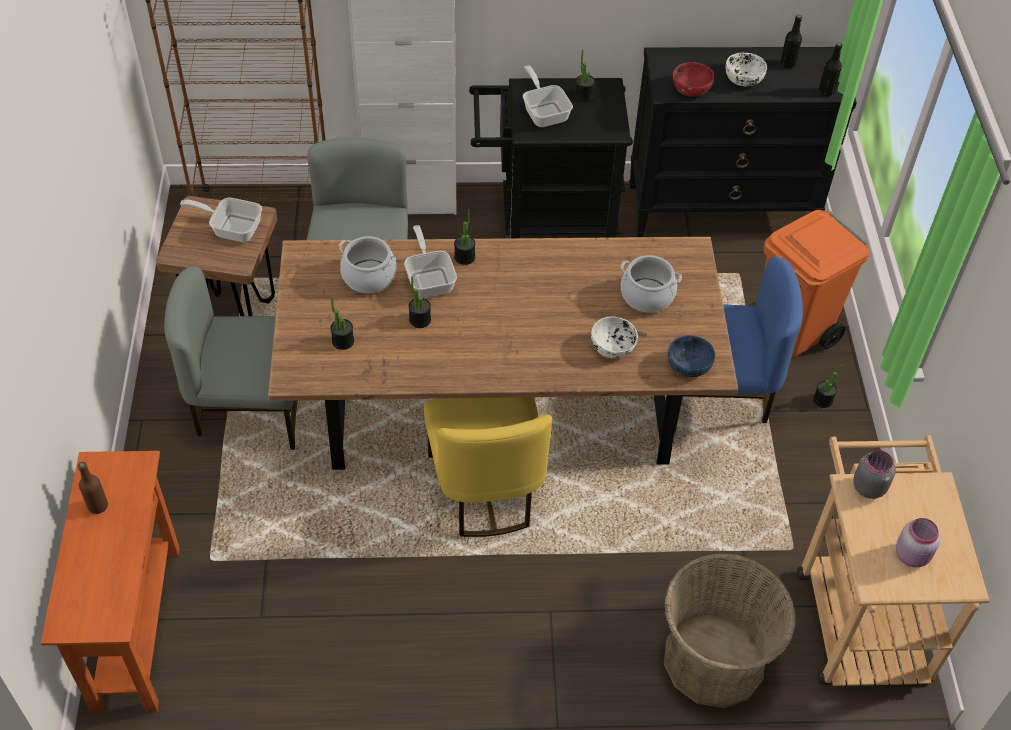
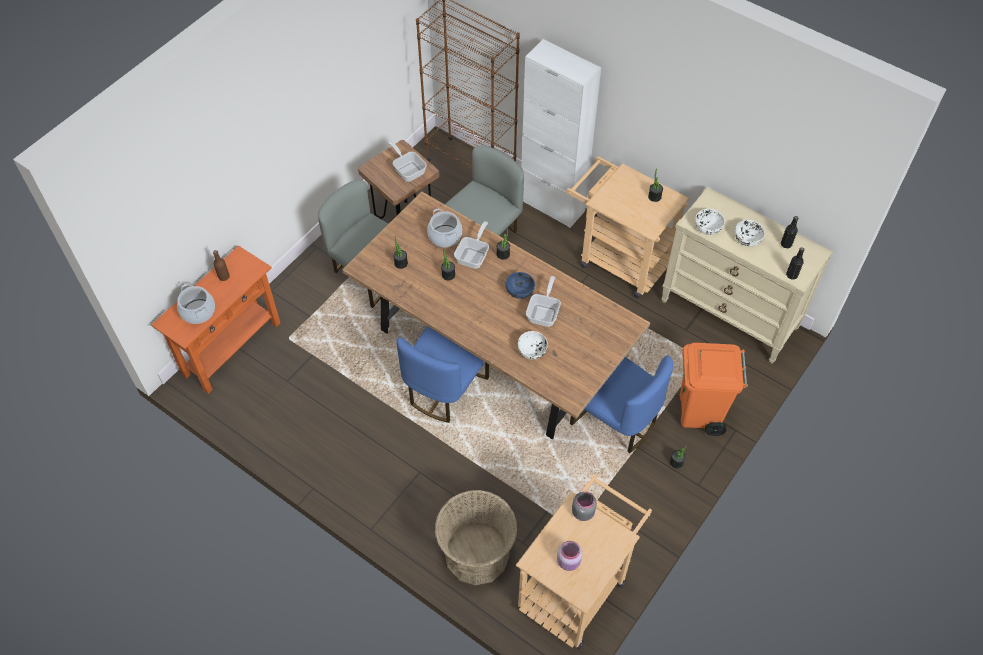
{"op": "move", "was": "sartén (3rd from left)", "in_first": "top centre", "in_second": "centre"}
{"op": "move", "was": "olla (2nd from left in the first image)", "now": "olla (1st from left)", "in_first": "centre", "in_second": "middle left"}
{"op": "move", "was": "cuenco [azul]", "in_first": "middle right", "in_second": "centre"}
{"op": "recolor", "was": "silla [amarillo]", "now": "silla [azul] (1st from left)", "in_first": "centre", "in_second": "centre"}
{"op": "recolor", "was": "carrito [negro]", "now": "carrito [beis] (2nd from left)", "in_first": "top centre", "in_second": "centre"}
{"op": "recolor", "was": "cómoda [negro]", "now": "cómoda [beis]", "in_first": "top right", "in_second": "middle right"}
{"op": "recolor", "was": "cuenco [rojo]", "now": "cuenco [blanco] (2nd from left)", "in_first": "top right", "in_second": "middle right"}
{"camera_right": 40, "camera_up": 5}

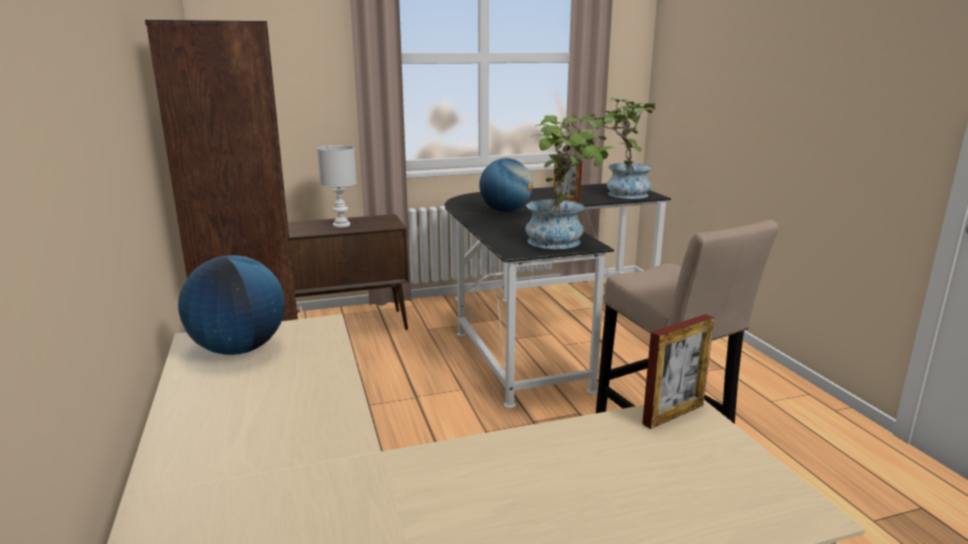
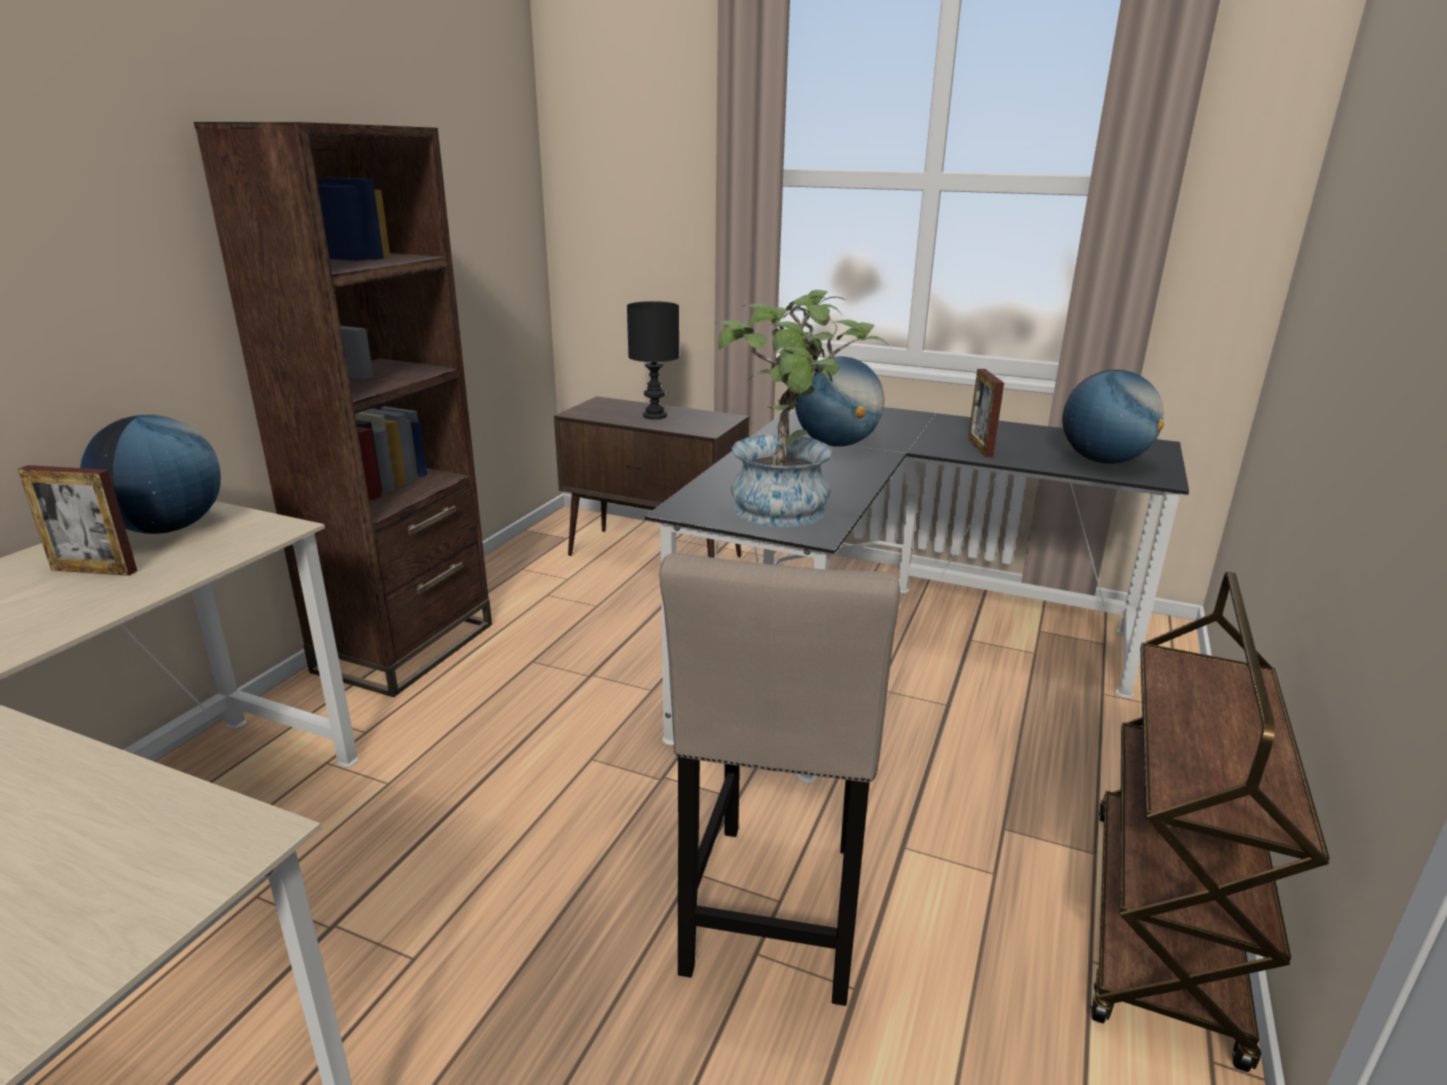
{"op": "insert", "now": "carrito [marrón]", "in_second": "bottom right"}
{"op": "move", "was": "portarretratos (2nd from left in the first image)", "now": "portarretratos (1st from left)", "in_first": "bottom right", "in_second": "middle left"}
{"op": "replace", "was": "planta en maceta (2nd from left)", "now": "globo terráqueo (3rd from left)", "in_first": "top centre", "in_second": "middle right"}
{"op": "recolor", "was": "lámpara de mesa [blanco]", "now": "lámpara de mesa [negro]", "in_first": "centre", "in_second": "top centre"}
{"camera_right": 40, "camera_up": 5}

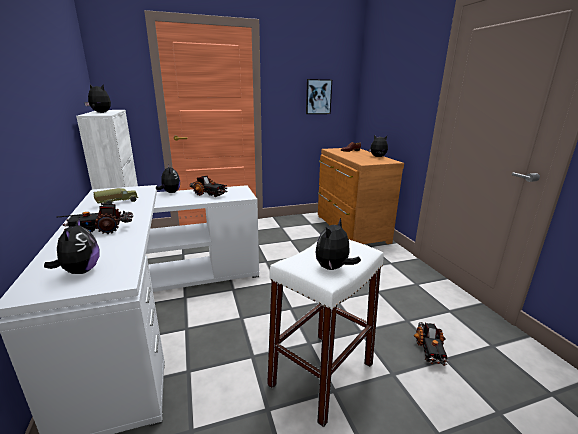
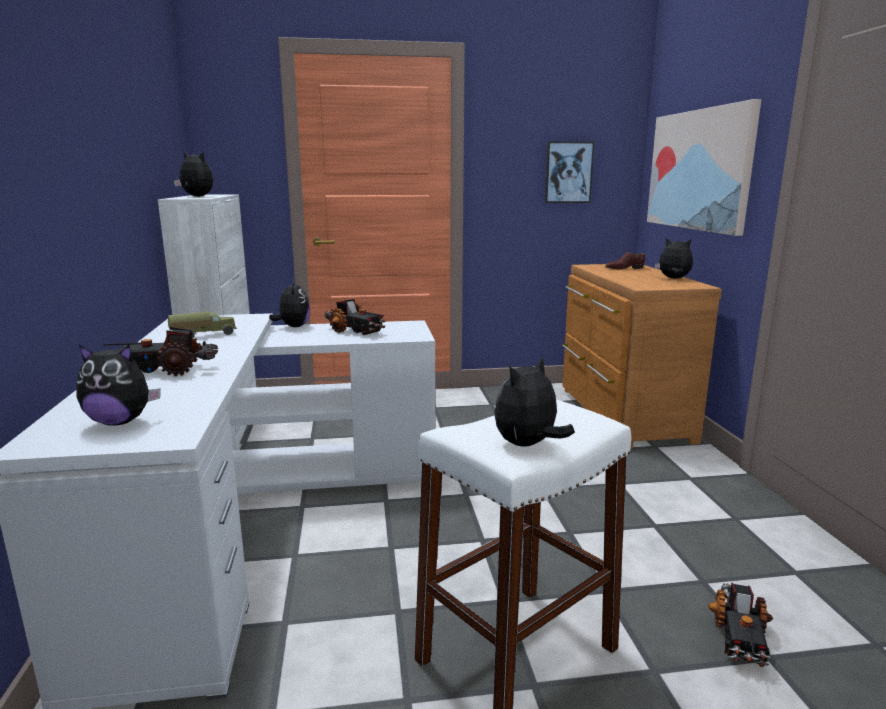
{"op": "insert", "now": "cuadro (2nd from left)", "in_second": "top right"}
{"op": "rotate", "was": "peluche (1st from left)", "in_first": "middle left", "in_second": "middle left", "clockwise": 90}
{"camera_right": 10, "camera_up": -5}

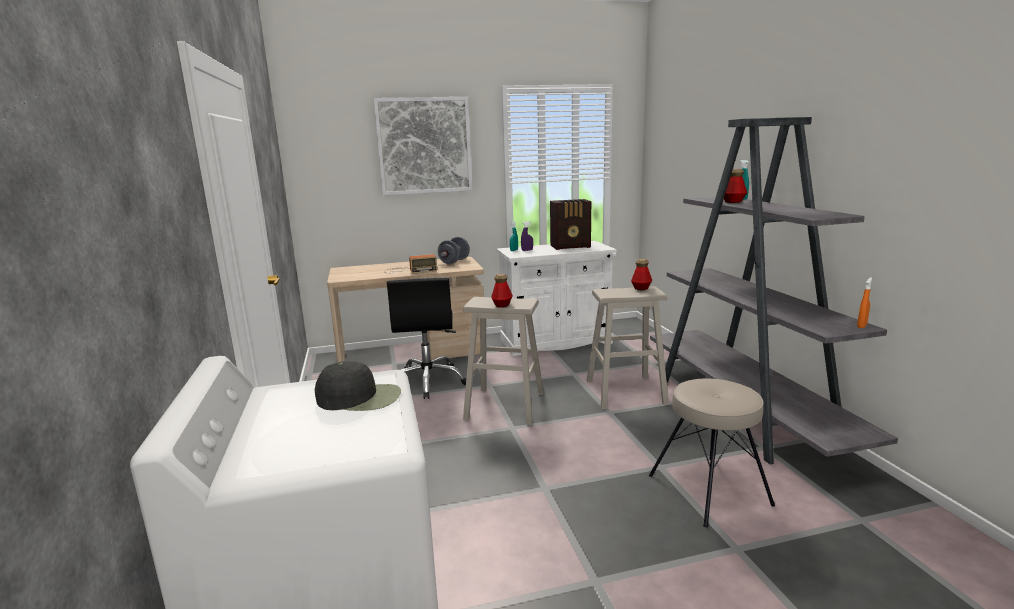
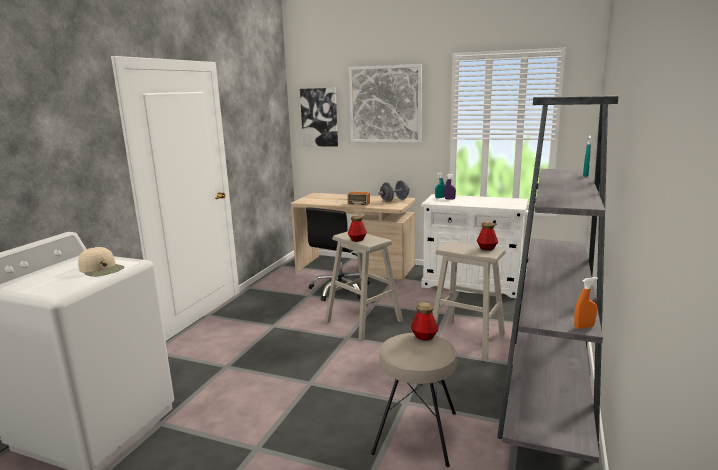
{"op": "delete", "was": "radio (2nd from left)", "in_first": "centre"}
{"op": "insert", "now": "cuadro (1st from left)", "in_second": "top centre"}
{"op": "move", "was": "botella (3rd from left in the first image)", "now": "botella (2nd from left)", "in_first": "top right", "in_second": "bottom centre"}
{"op": "recolor", "was": "gorra [negro]", "now": "gorra [beis]", "in_first": "centre", "in_second": "middle left"}
{"camera_right": 35, "camera_up": 0}

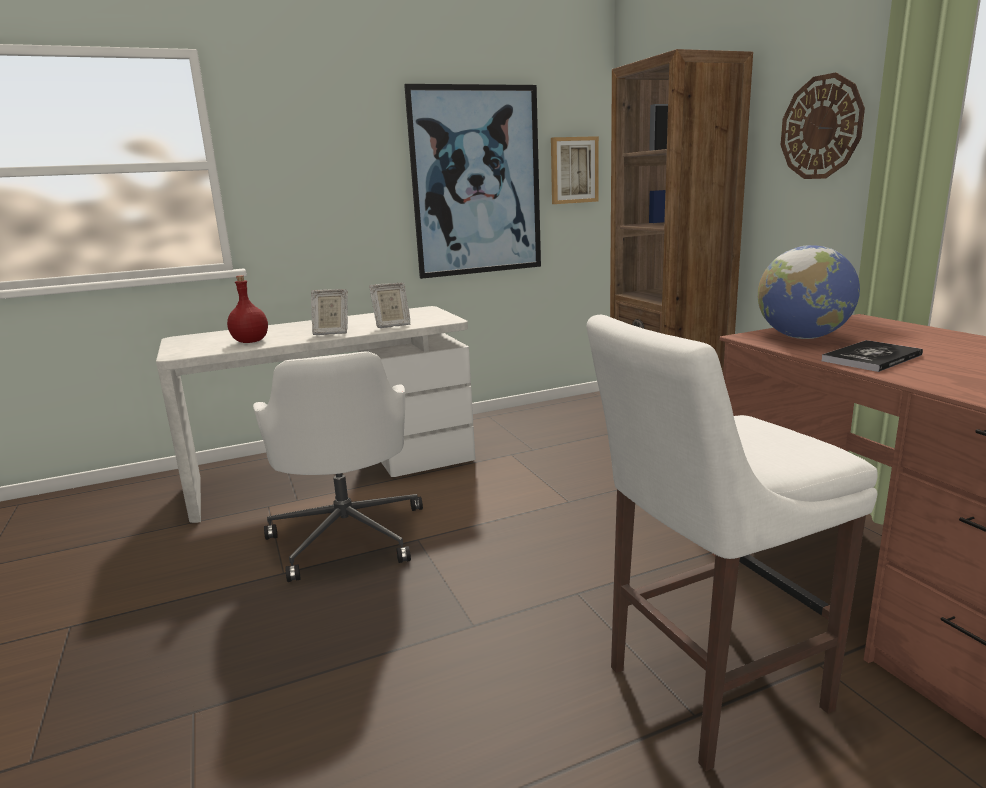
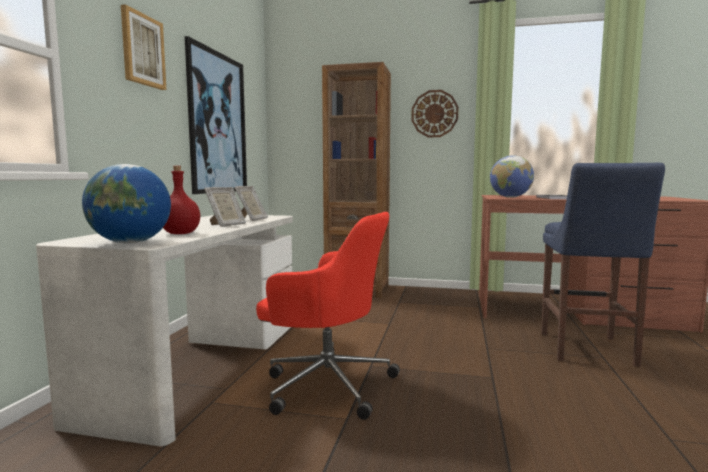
{"op": "insert", "now": "globo terráqueo (1st from left)", "in_second": "middle left"}
{"op": "move", "was": "cuadro (2nd from left in the first image)", "now": "cuadro (1st from left)", "in_first": "top centre", "in_second": "top left"}
{"op": "recolor", "was": "silla de oficina [blanco]", "now": "silla de oficina [rojo]", "in_first": "centre", "in_second": "bottom centre"}
{"op": "recolor", "was": "taburete [blanco]", "now": "taburete [azul]", "in_first": "bottom right", "in_second": "middle right"}
{"camera_right": -55, "camera_up": -10}

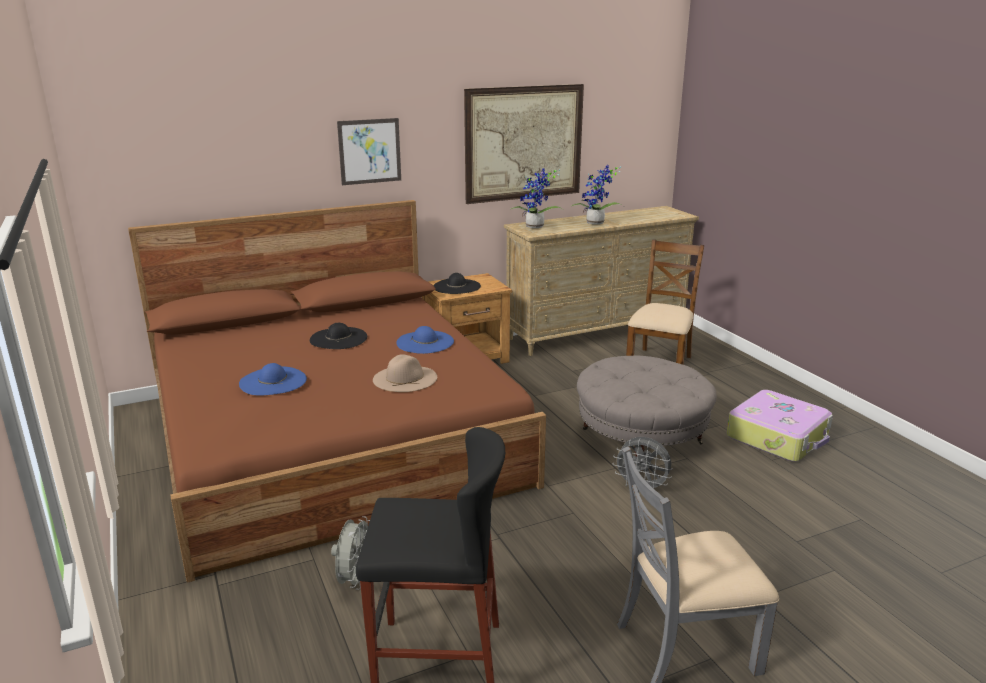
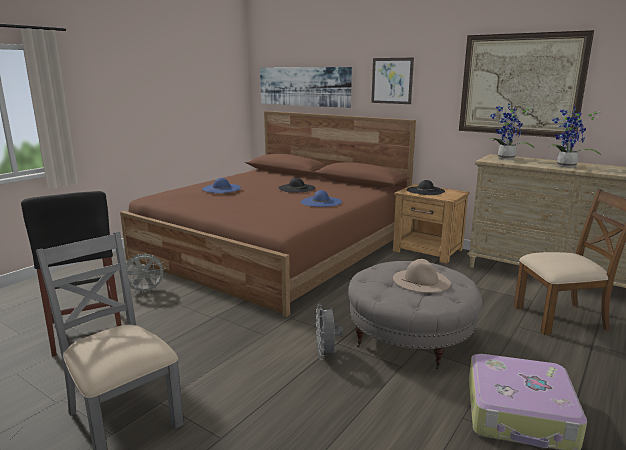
{"op": "insert", "now": "cuadro (1st from left)", "in_second": "top centre"}
{"op": "move", "was": "sombrero [beis]", "in_first": "centre", "in_second": "middle right"}
{"camera_right": 60, "camera_up": -5}

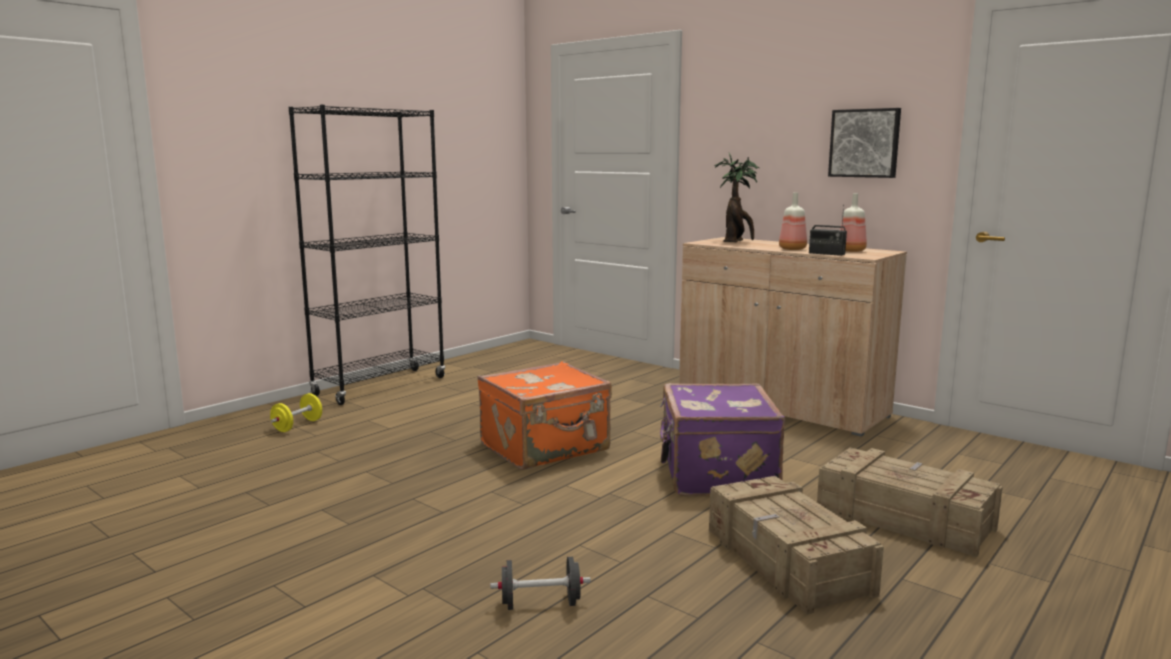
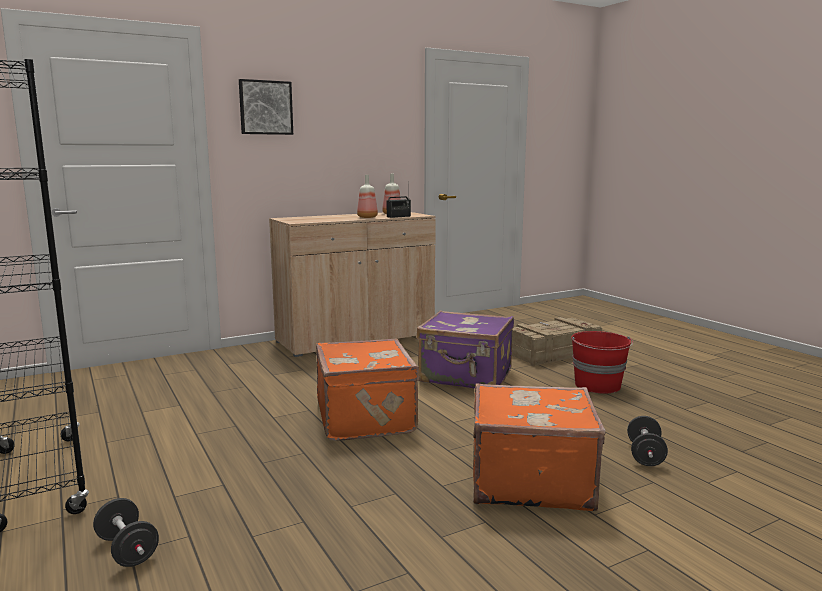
{"op": "delete", "was": "planta en maceta", "in_first": "top centre"}
{"op": "insert", "now": "maleta [naranja] (2nd from left)", "in_second": "bottom centre"}
{"op": "move", "was": "cuadro", "in_first": "top right", "in_second": "top left"}
{"op": "replace", "was": "caja de embalaje (1st from left)", "now": "cubo [rojo]", "in_first": "bottom right", "in_second": "middle right"}
{"op": "recolor", "was": "mancuerna [amarillo]", "now": "mancuerna [negro] (1st from left)", "in_first": "middle left", "in_second": "bottom left"}
{"camera_right": -70, "camera_up": 0}

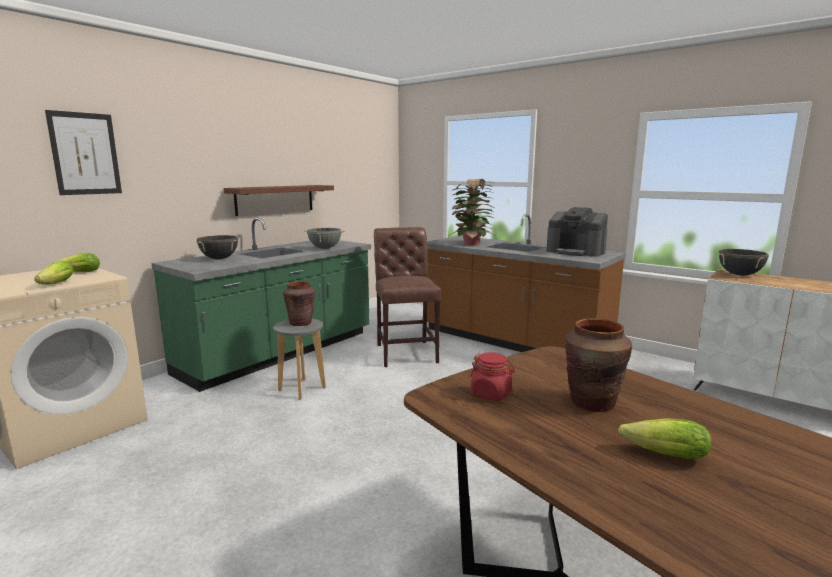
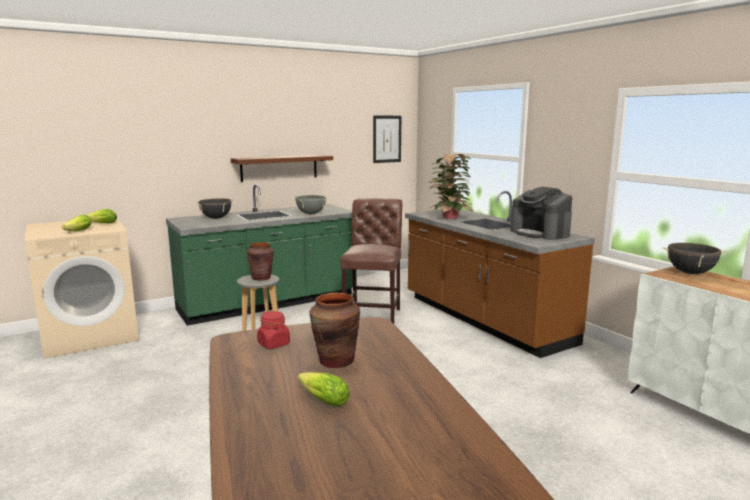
{"op": "move", "was": "cuadro", "in_first": "top left", "in_second": "top centre"}
{"camera_right": 20, "camera_up": 0}

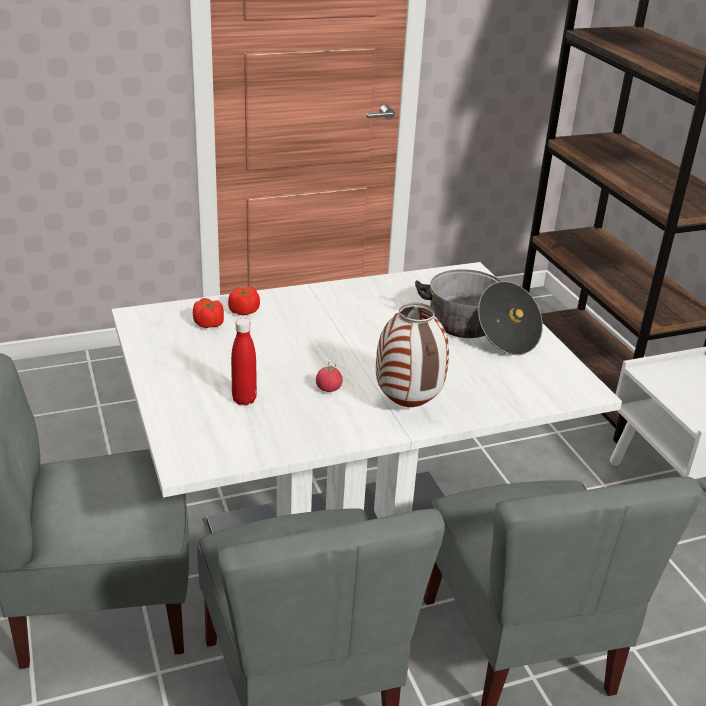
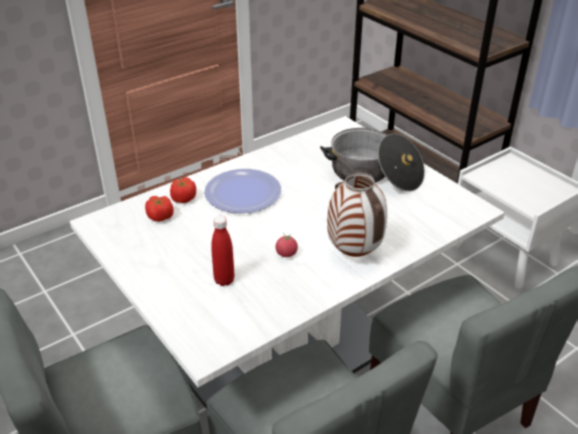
{"op": "insert", "now": "plato", "in_second": "centre"}
{"camera_right": -15, "camera_up": 5}

